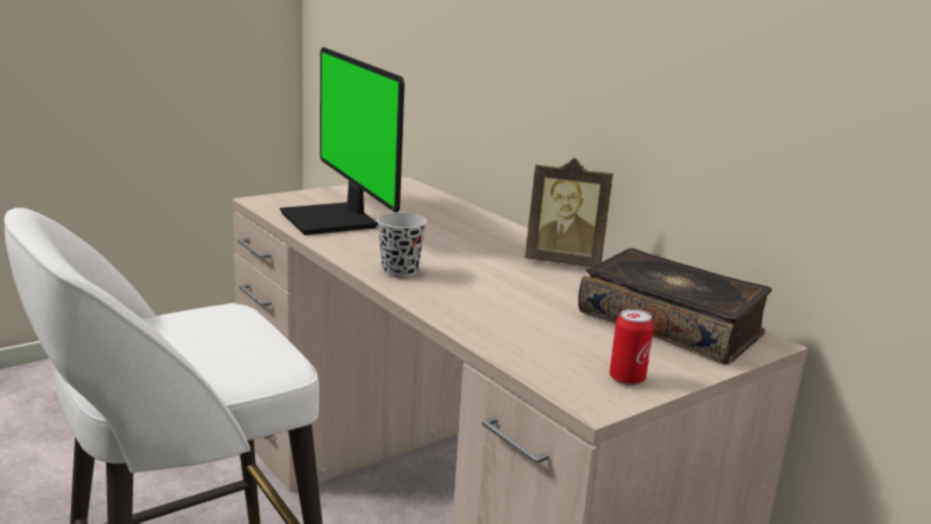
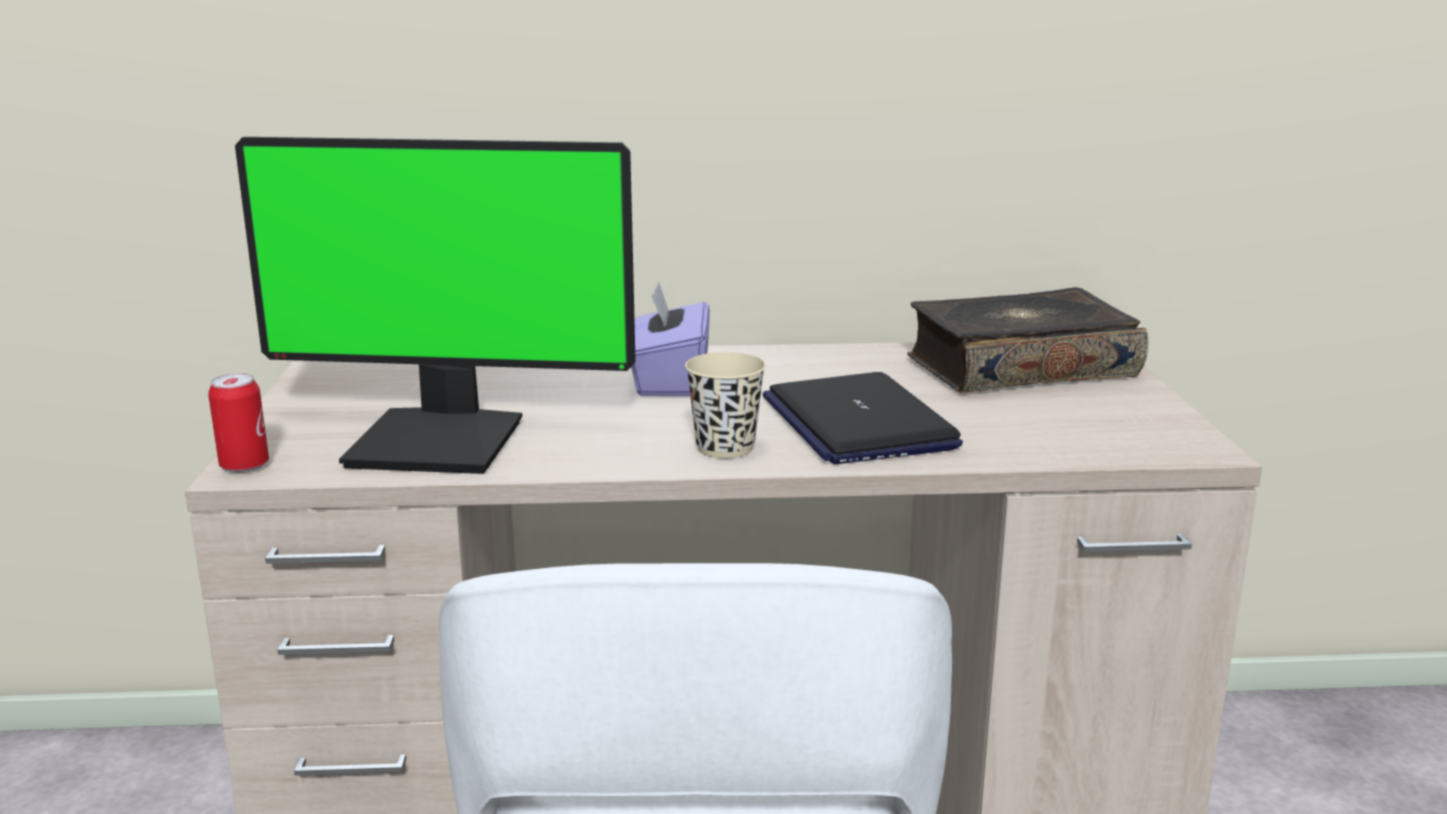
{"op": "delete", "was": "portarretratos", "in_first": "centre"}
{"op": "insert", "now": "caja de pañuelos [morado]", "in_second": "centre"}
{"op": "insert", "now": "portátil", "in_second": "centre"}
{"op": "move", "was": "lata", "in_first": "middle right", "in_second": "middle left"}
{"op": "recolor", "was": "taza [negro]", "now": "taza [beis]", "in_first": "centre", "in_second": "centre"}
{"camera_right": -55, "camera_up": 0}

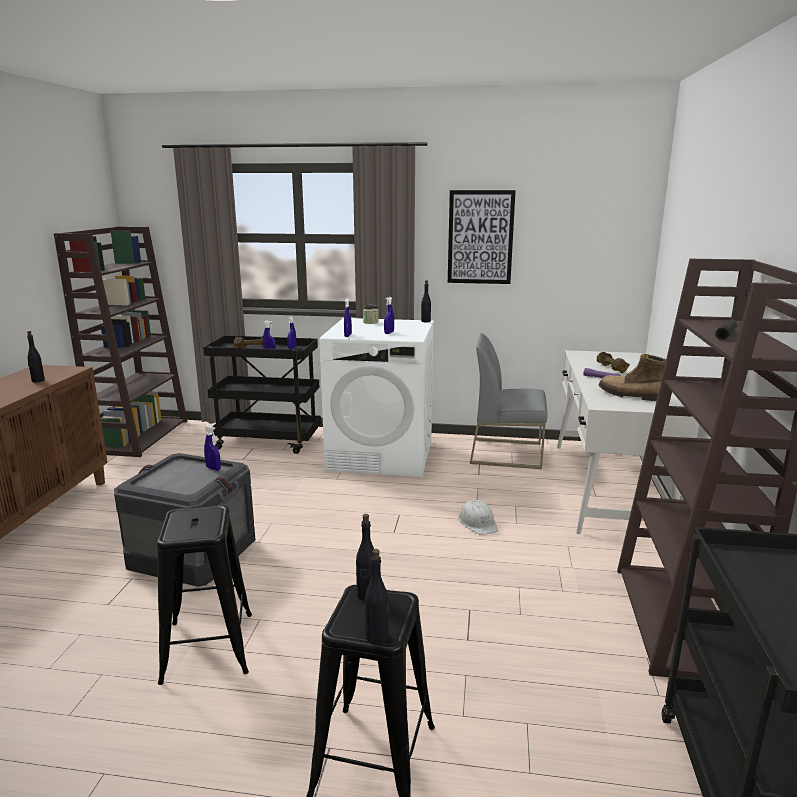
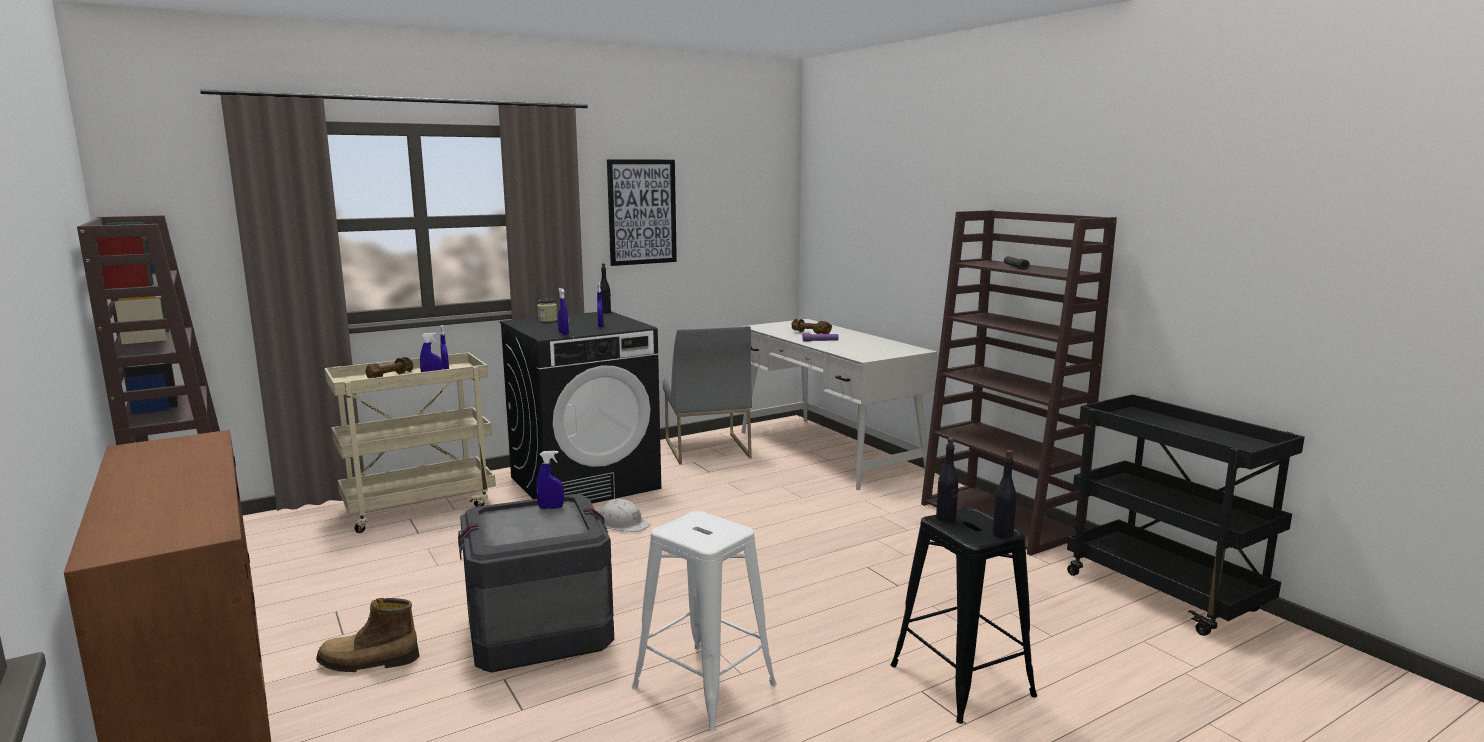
{"op": "delete", "was": "botella [negro] (1st from left)", "in_first": "middle left"}
{"op": "move", "was": "casco [blanco]", "in_first": "centre", "in_second": "bottom centre"}
{"op": "move", "was": "bota", "in_first": "middle right", "in_second": "bottom left"}
{"op": "recolor", "was": "taburete [negro] (1st from left)", "now": "taburete [blanco]", "in_first": "bottom left", "in_second": "bottom centre"}
{"op": "recolor", "was": "carrito [negro] (1st from left)", "now": "carrito [beis]", "in_first": "middle left", "in_second": "middle left"}
{"op": "recolor", "was": "lavadora [blanco]", "now": "lavadora [negro]", "in_first": "centre", "in_second": "centre"}
{"op": "rotate", "was": "silla [gris]", "in_first": "centre", "in_second": "centre", "clockwise": -75}
{"camera_right": -40, "camera_up": -5}

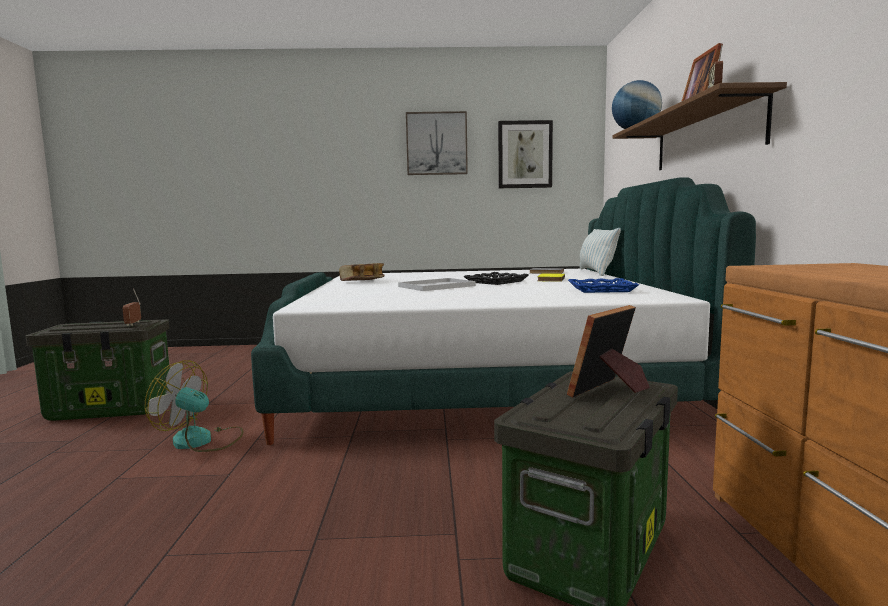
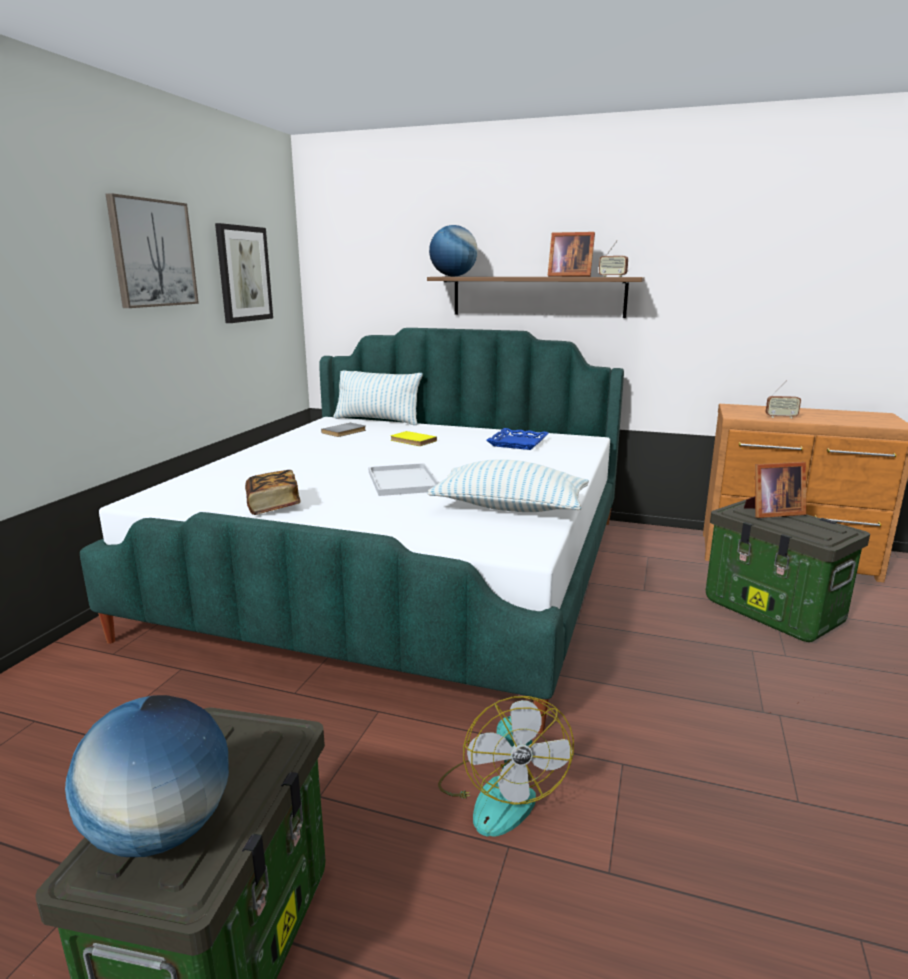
{"op": "delete", "was": "bandeja [negro]", "in_first": "centre"}
{"op": "insert", "now": "globo terráqueo (1st from left)", "in_second": "bottom left"}
{"op": "insert", "now": "cojín (2nd from left)", "in_second": "centre"}
{"op": "move", "was": "radio (1st from left in the first image)", "now": "radio (2nd from left)", "in_first": "middle left", "in_second": "middle right"}
{"op": "rotate", "was": "ventilador", "in_first": "bottom left", "in_second": "bottom centre", "clockwise": -45}
{"op": "rotate", "was": "portarretratos (1st from left in the first image)", "in_first": "middle right", "in_second": "middle right", "clockwise": -75}
{"camera_right": -70, "camera_up": 10}

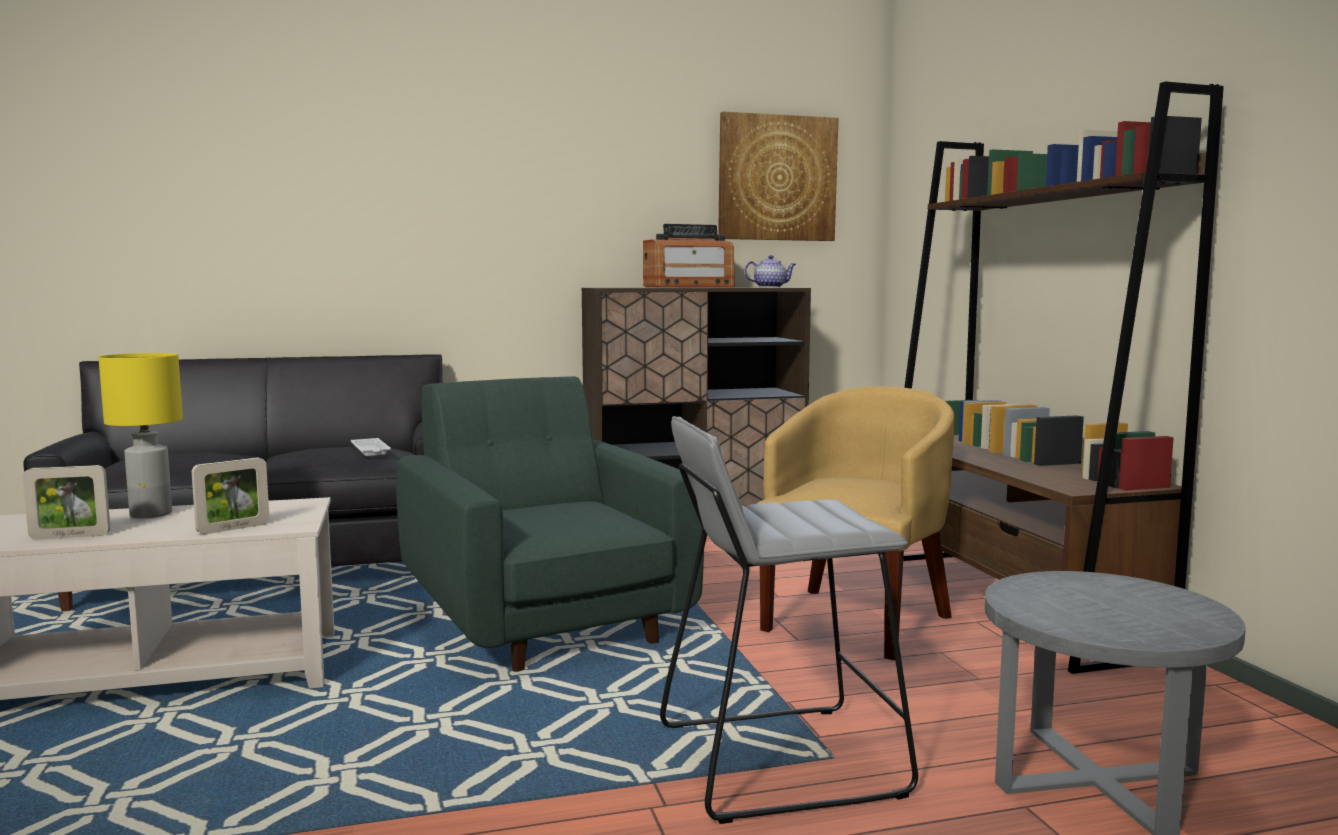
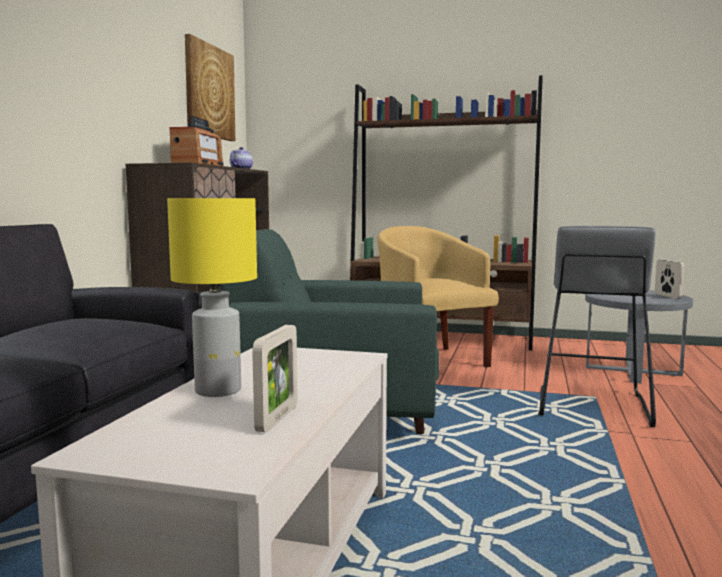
{"op": "delete", "was": "bandeja [blanco]", "in_first": "middle left"}
{"op": "move", "was": "portarretratos (2nd from left)", "in_first": "middle left", "in_second": "middle right"}
{"camera_right": -60, "camera_up": 0}

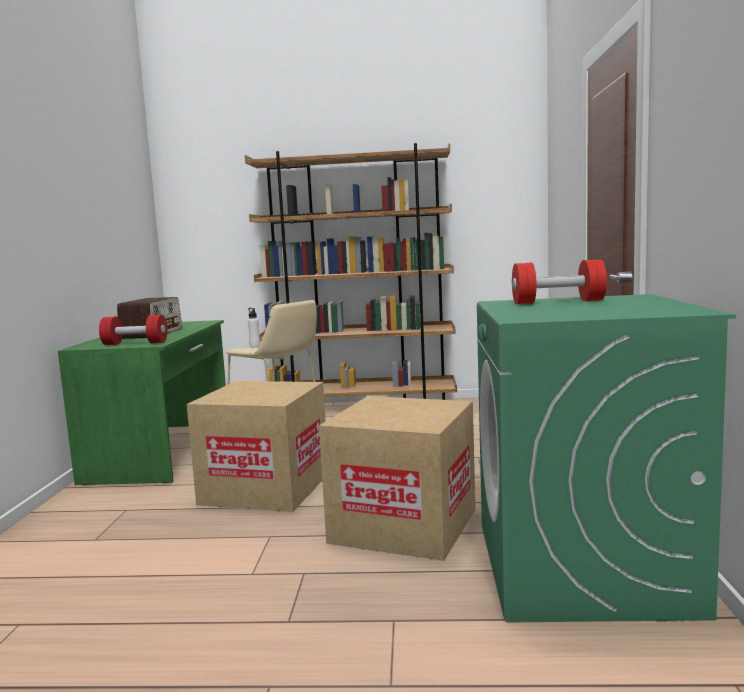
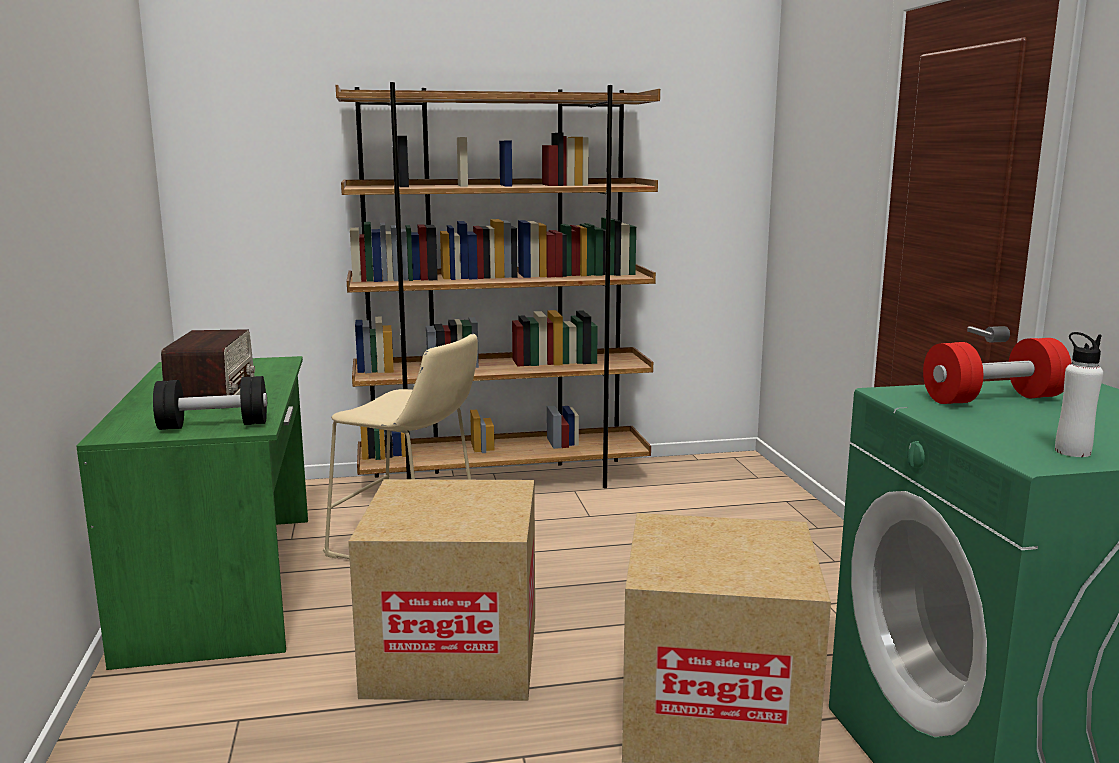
{"op": "move", "was": "botella [blanco]", "in_first": "centre", "in_second": "middle right"}
{"op": "recolor", "was": "mancuerna [rojo] (1st from left)", "now": "mancuerna [negro]", "in_first": "middle left", "in_second": "middle left"}
{"camera_right": -15, "camera_up": 5}

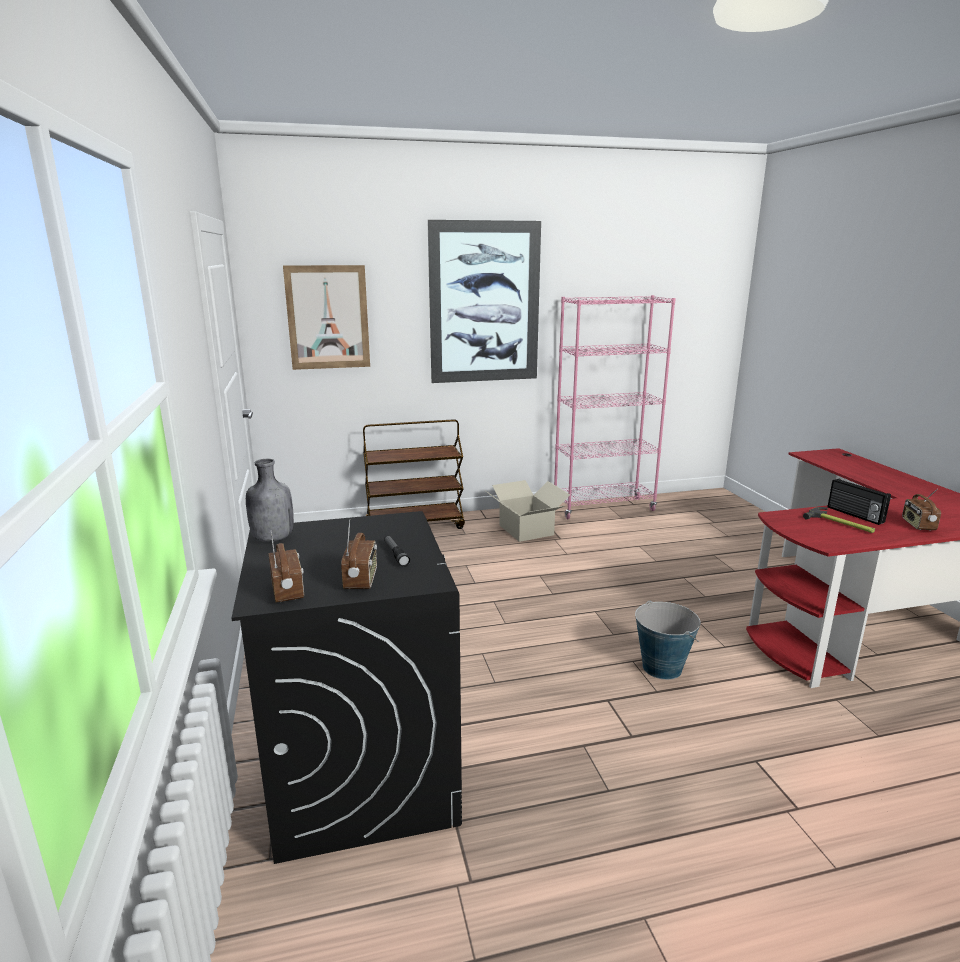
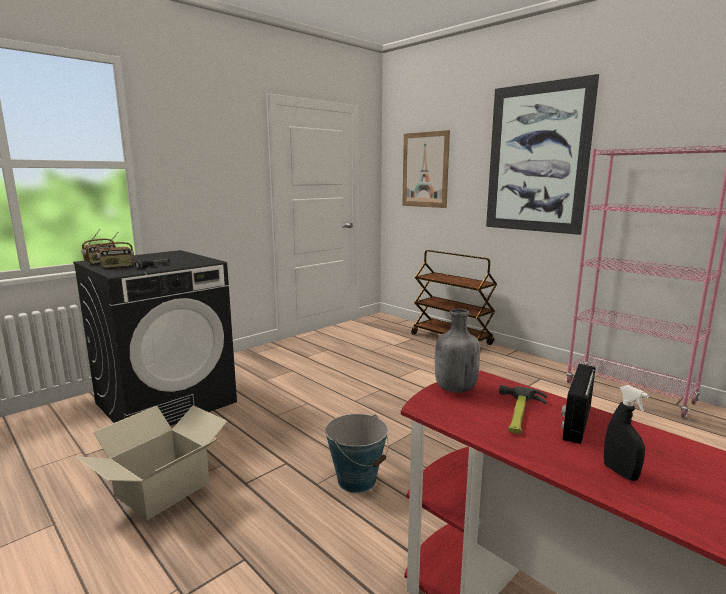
{"op": "move", "was": "botella [gris]", "in_first": "middle left", "in_second": "centre"}
{"op": "move", "was": "caja de cartón", "in_first": "centre", "in_second": "bottom left"}
{"op": "replace", "was": "radio (4th from left)", "now": "pulverizador [negro]", "in_first": "middle right", "in_second": "bottom right"}
{"camera_right": 60, "camera_up": -5}

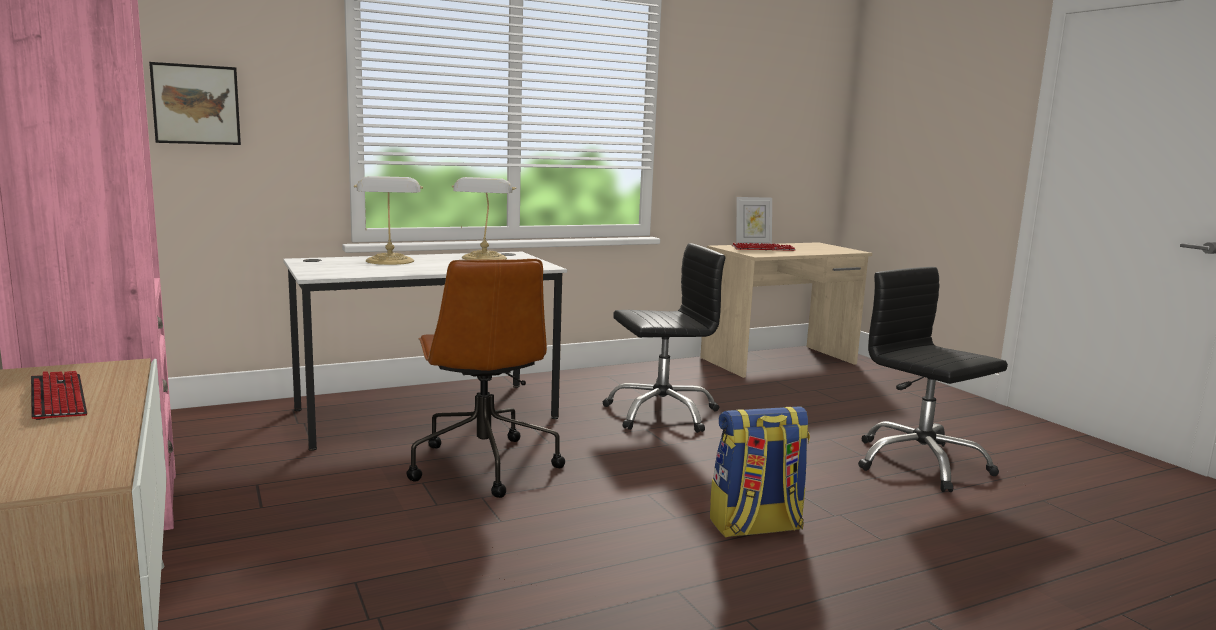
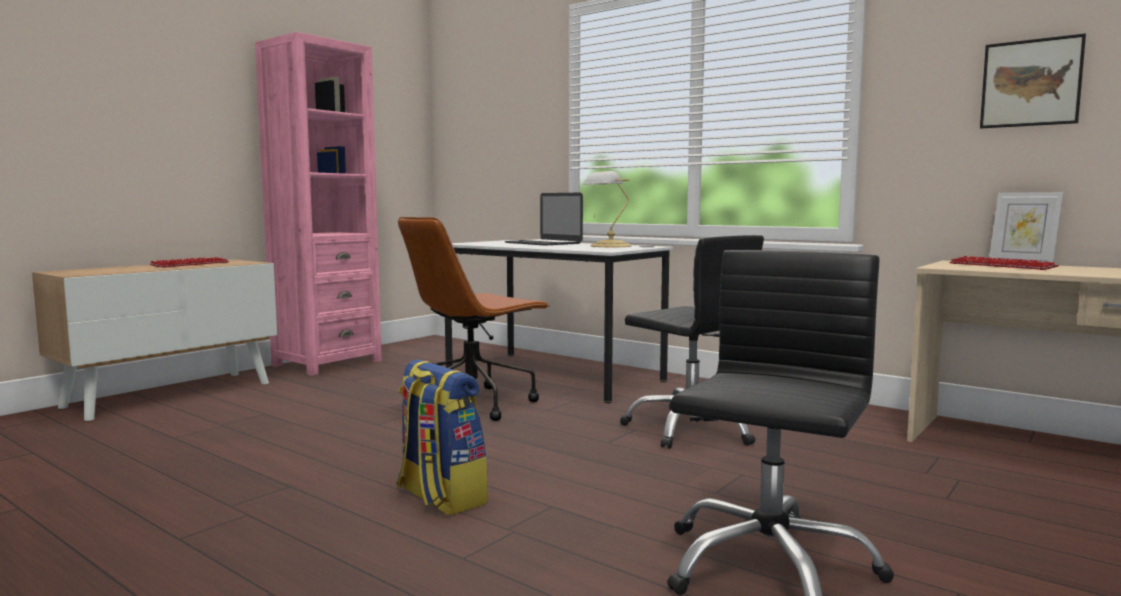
{"op": "move", "was": "cuadro", "in_first": "top left", "in_second": "top right"}
{"op": "replace", "was": "lámpara de mesa (1st from left)", "now": "portátil", "in_first": "middle left", "in_second": "centre"}
{"camera_right": 65, "camera_up": -5}

